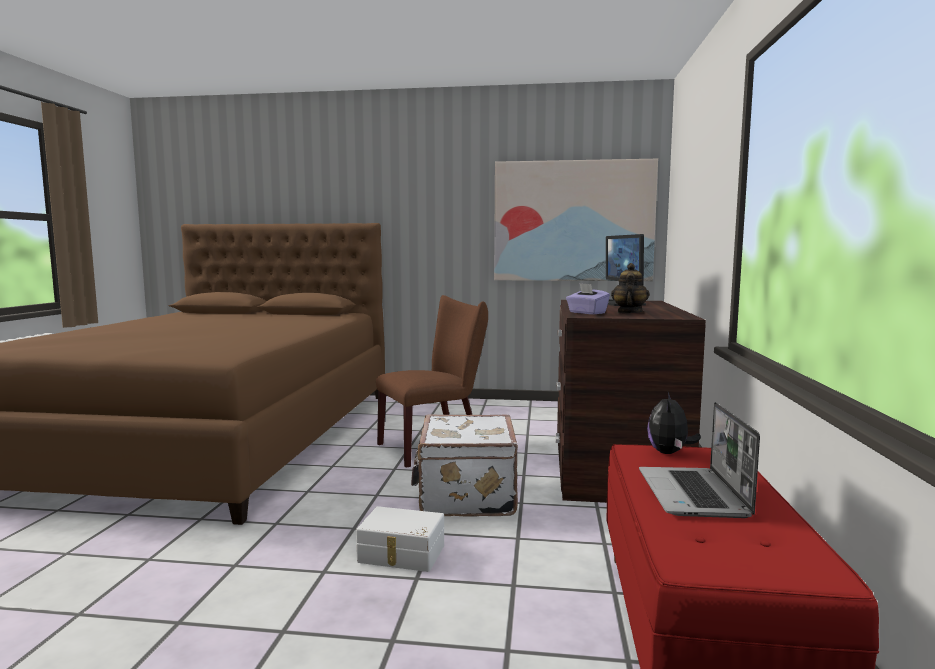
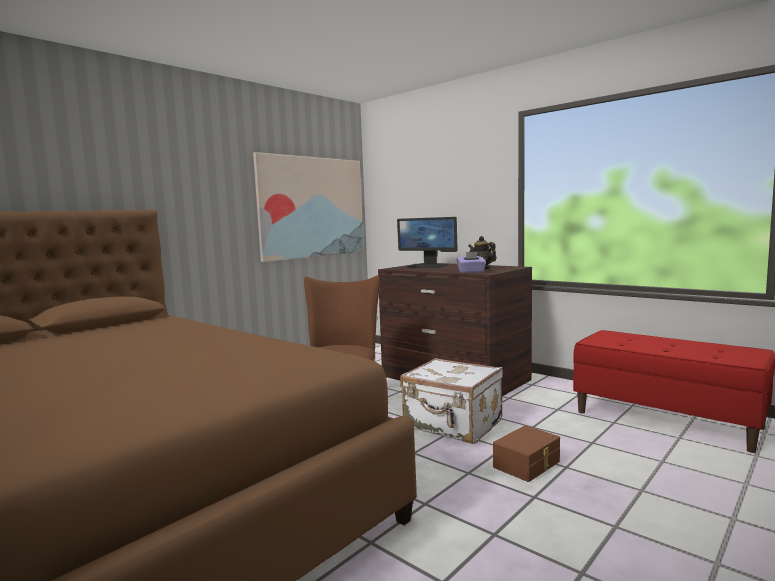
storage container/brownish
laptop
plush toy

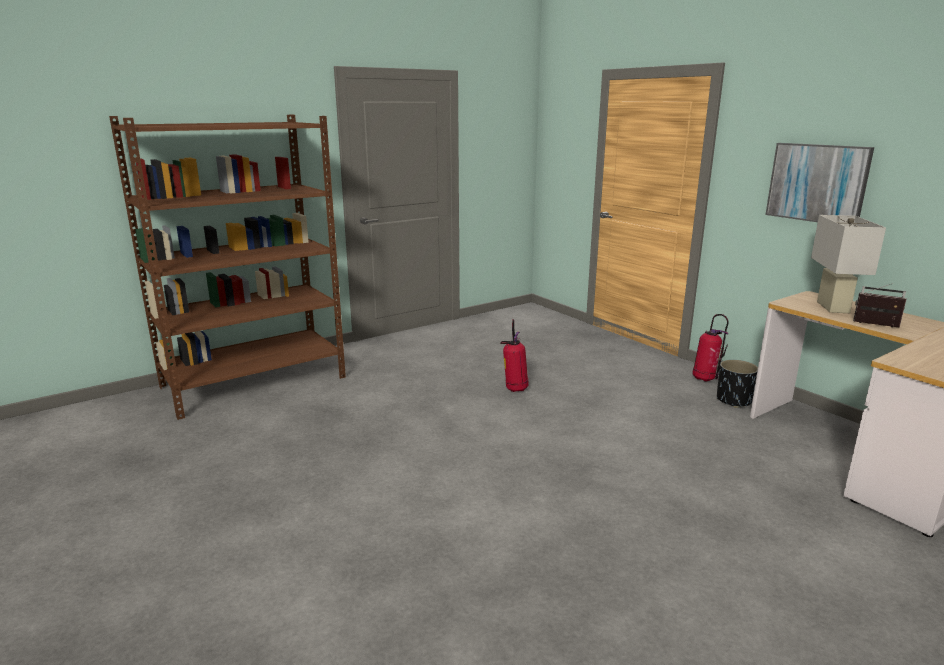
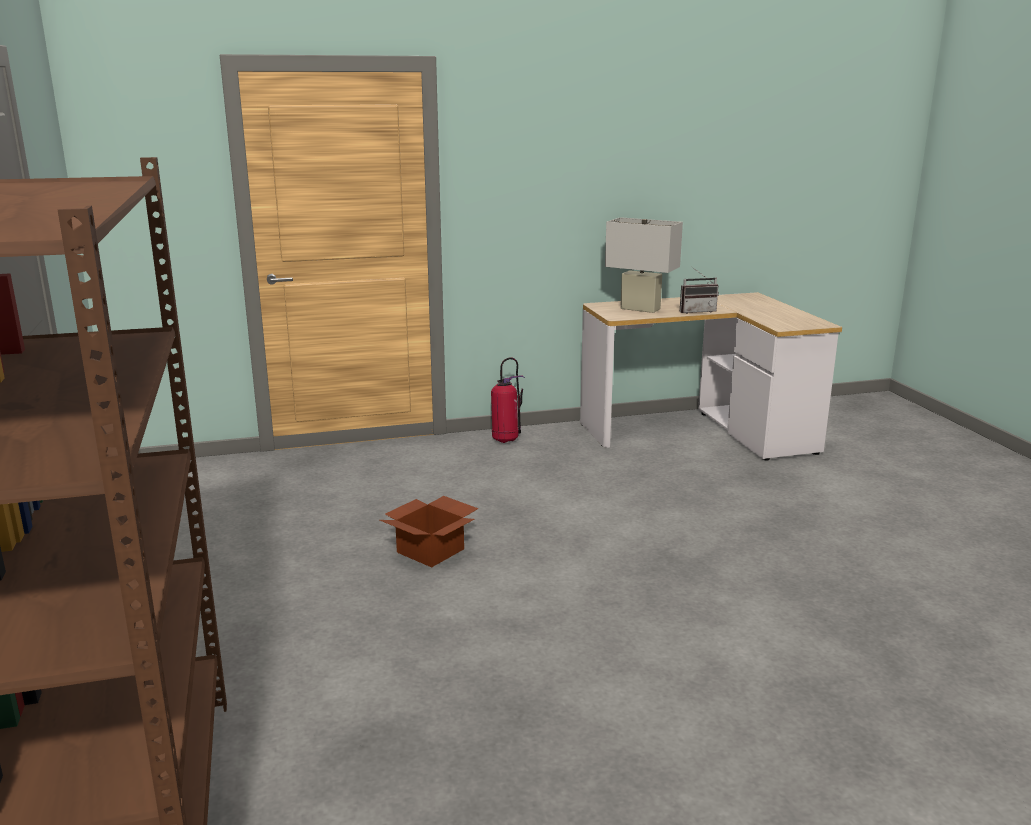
packing box
flower pot/blackish
picture
radio

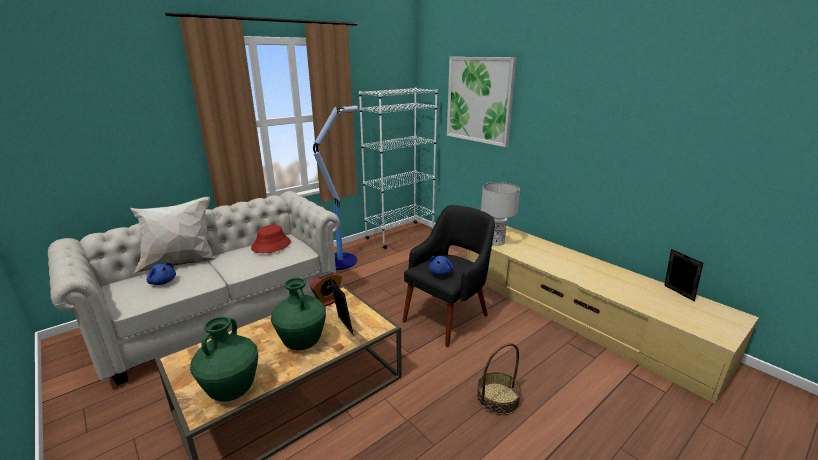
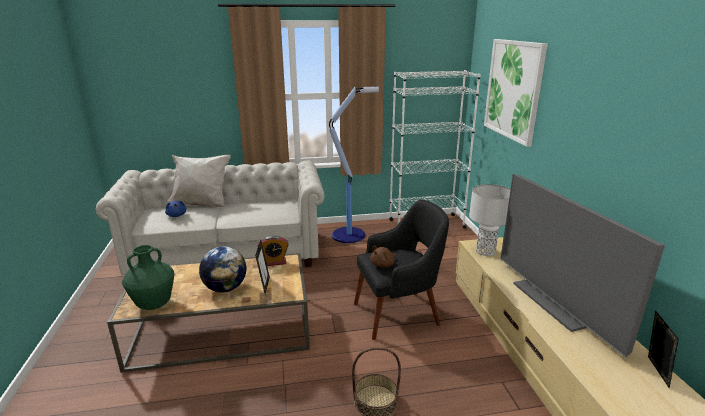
hat/red
globe
plush toy/brownish
television

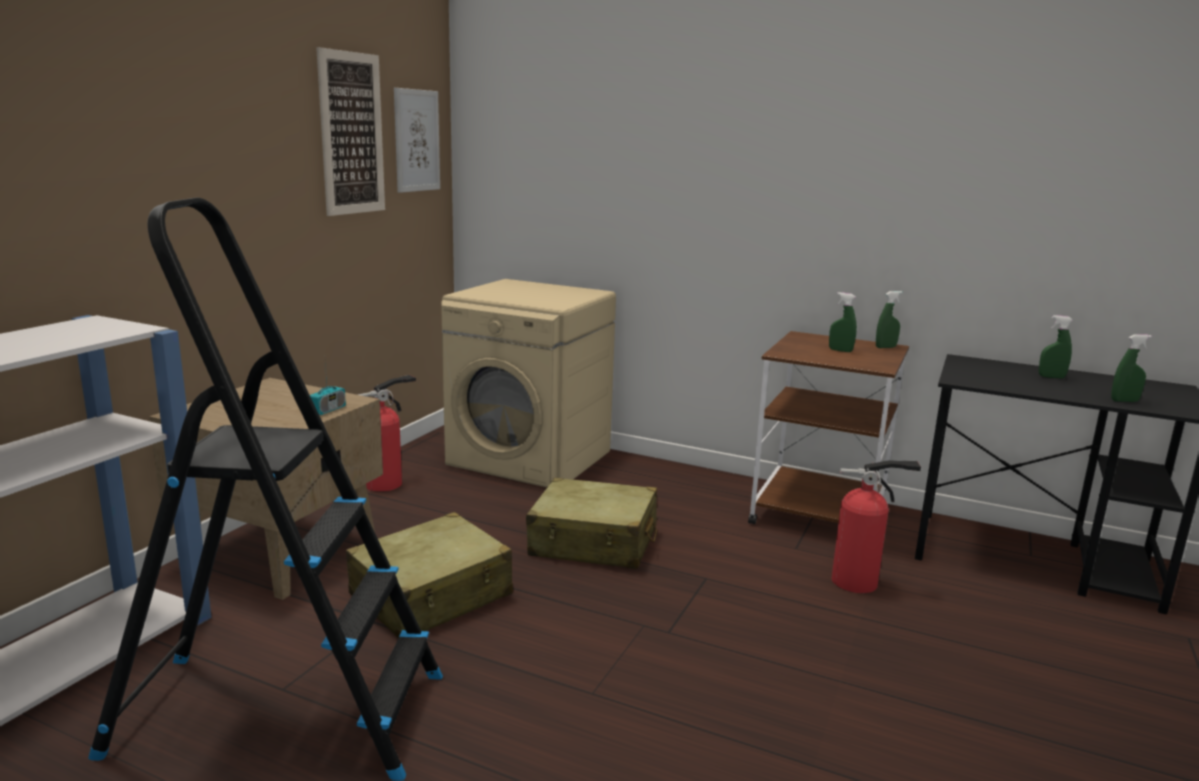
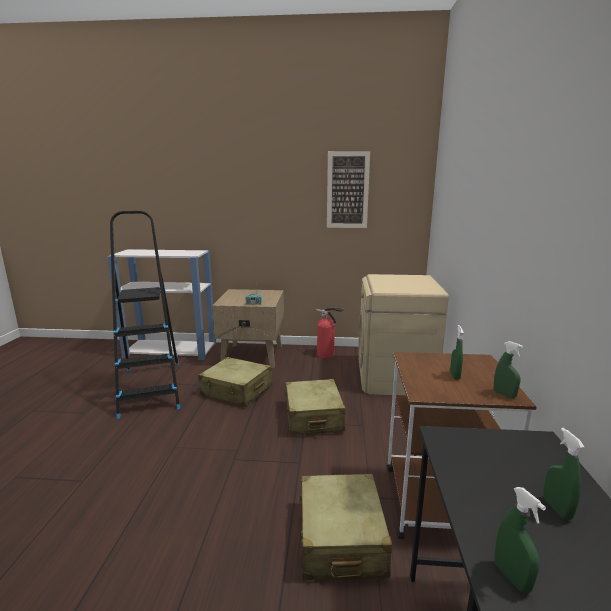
picture (2nd from left in the first image)
piece of luggage/beige-coloured (3rd from left)

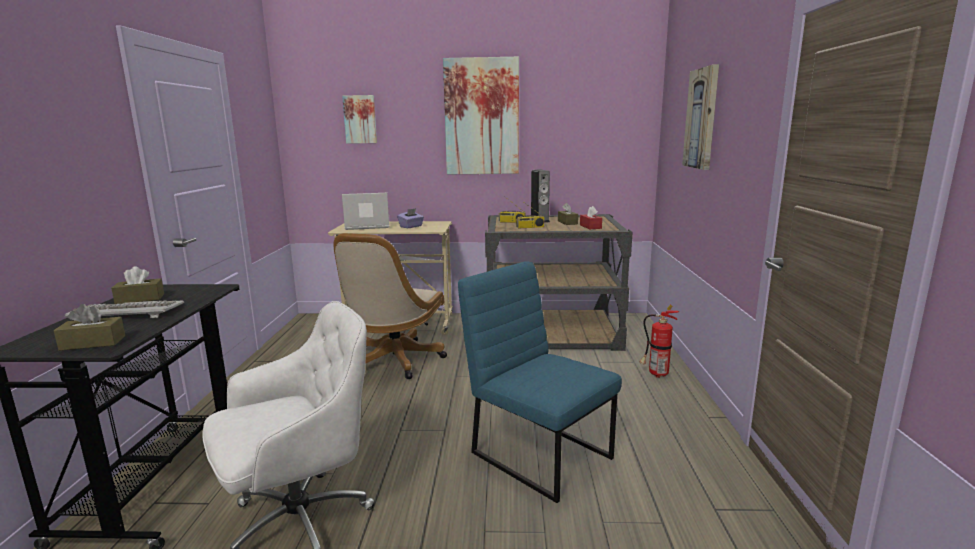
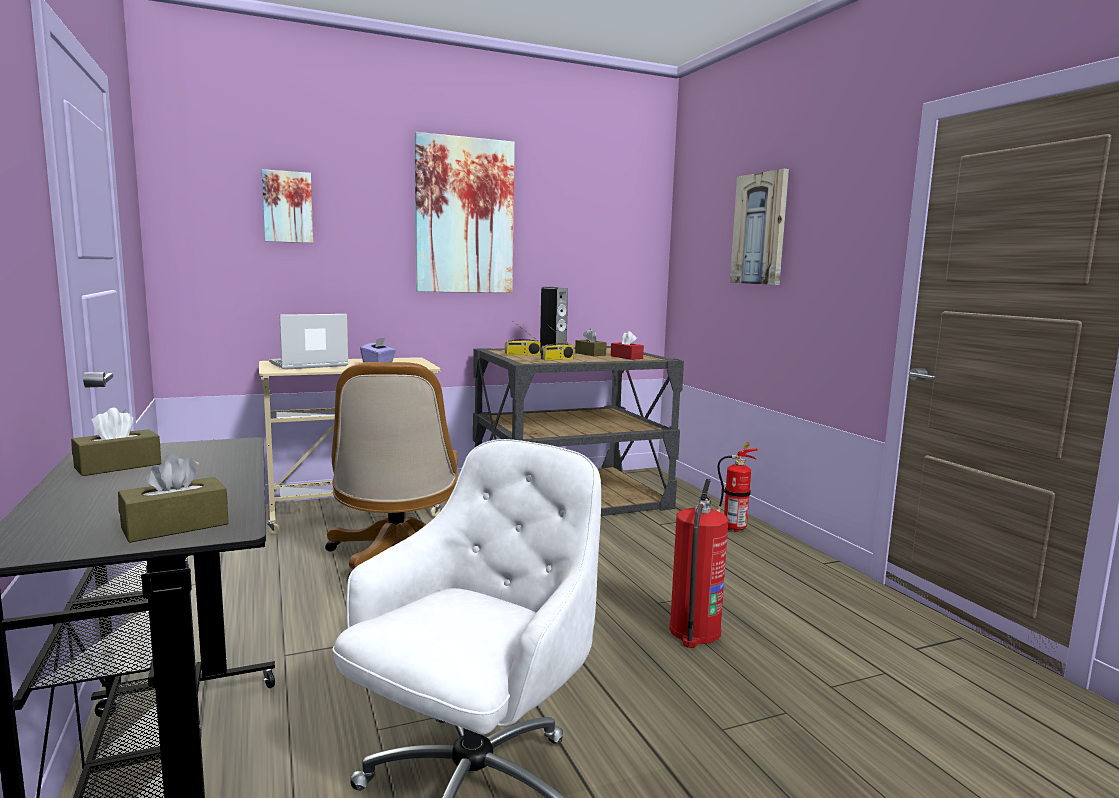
computer keyboard
fire-fighting cylinder (1st from left)

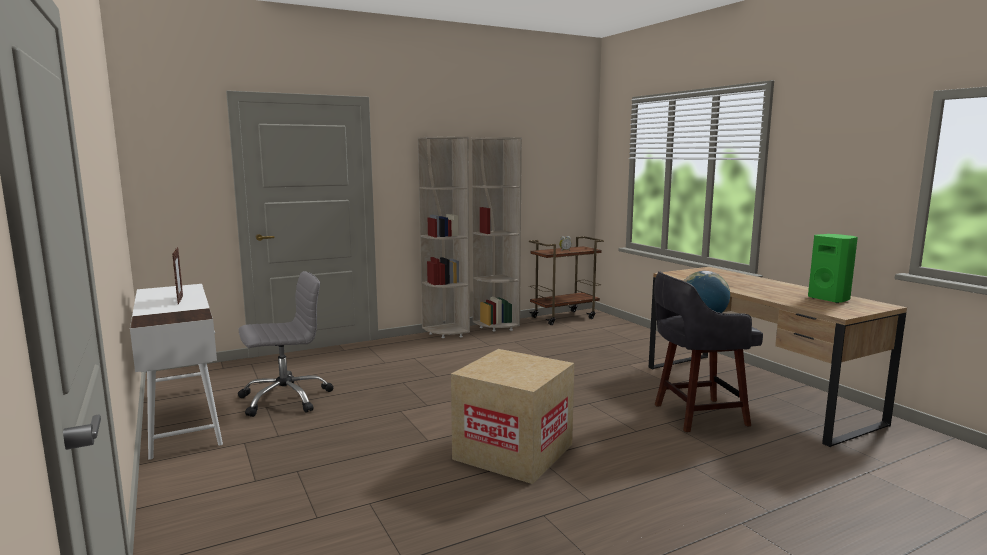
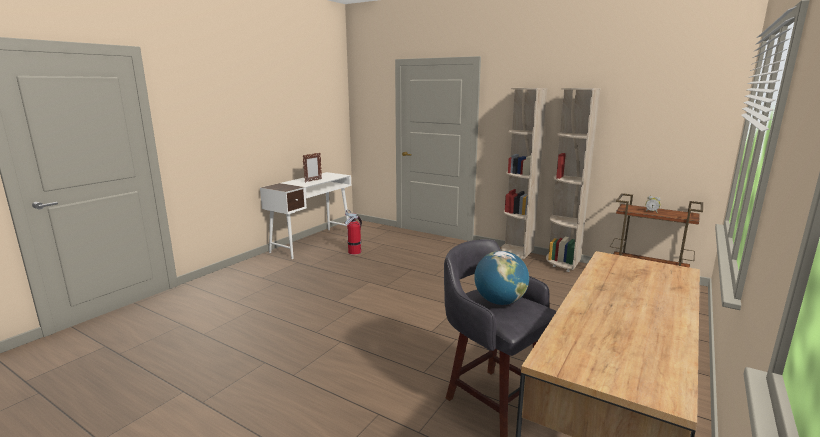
fire-fighting cylinder
packing box
audio speaker/green-coloured

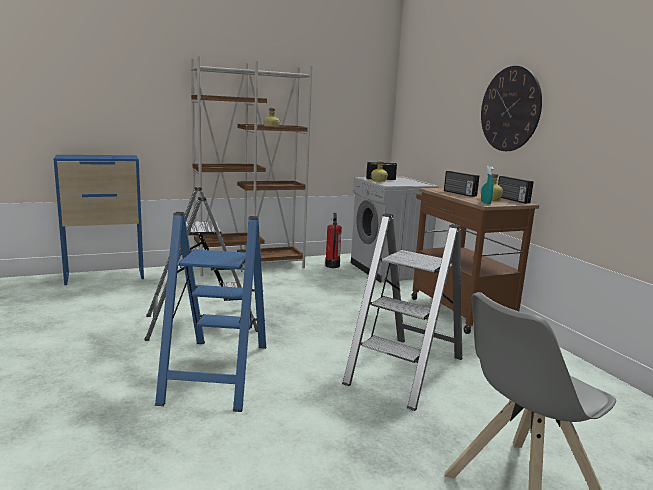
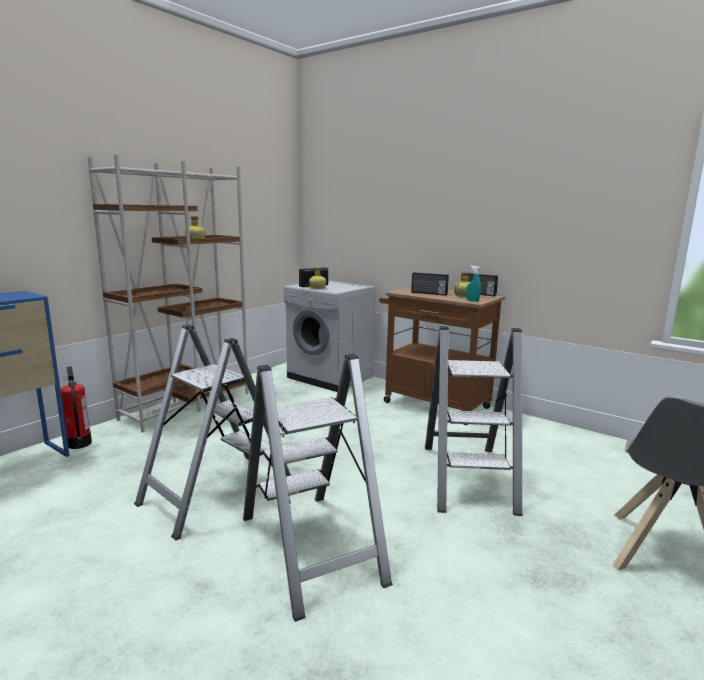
step ladder/grey (2nd from left)
fire-fighting cylinder
hanging clock

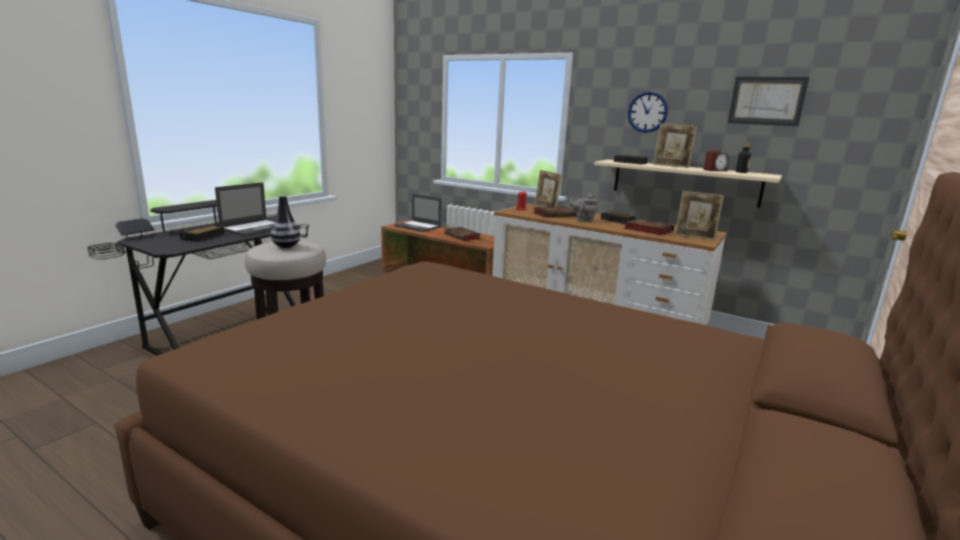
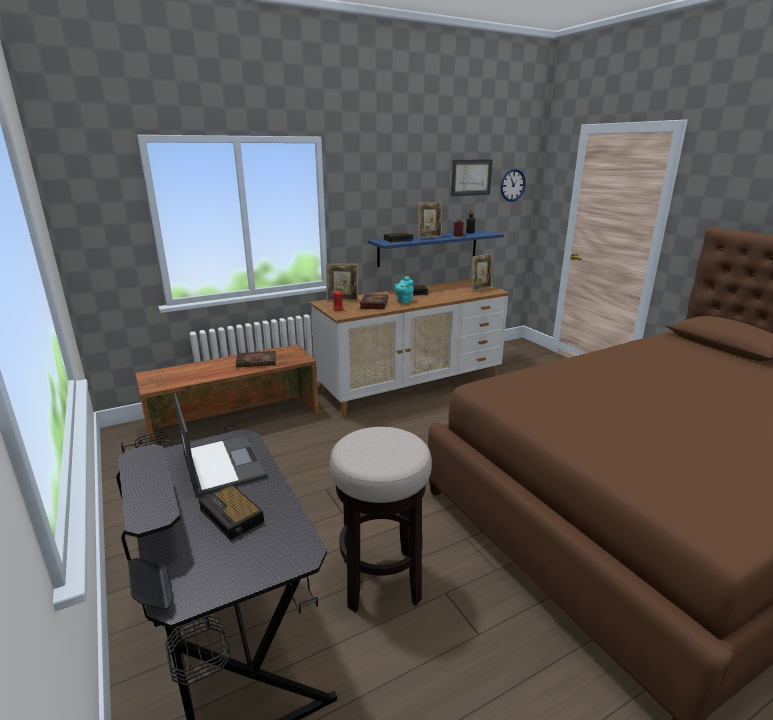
flower vase
laptop (2nd from left in the first image)
tea pot/blue-green
wall shelf/blue-coloured
bound book (3rd from left in the first image)
hanging clock

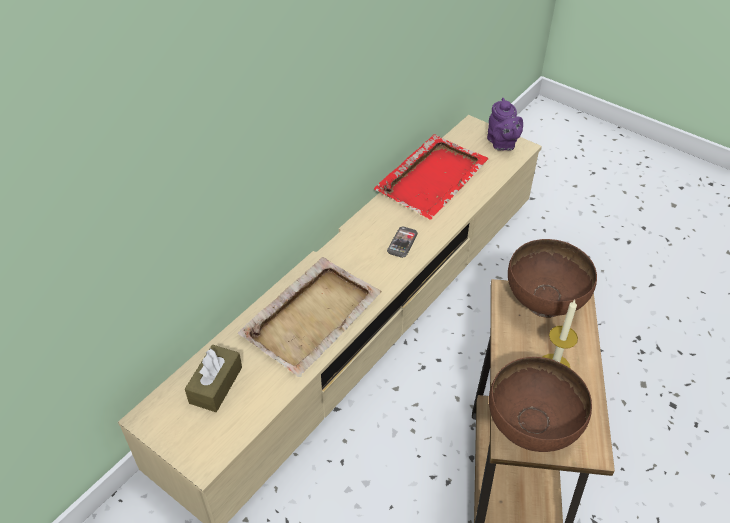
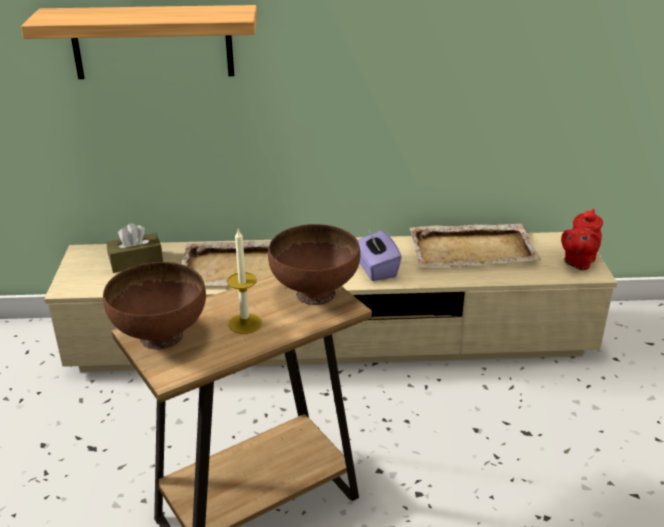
serving tray/beige-coloured (2nd from left)
box of tissues/purple
tea pot/red
wall shelf

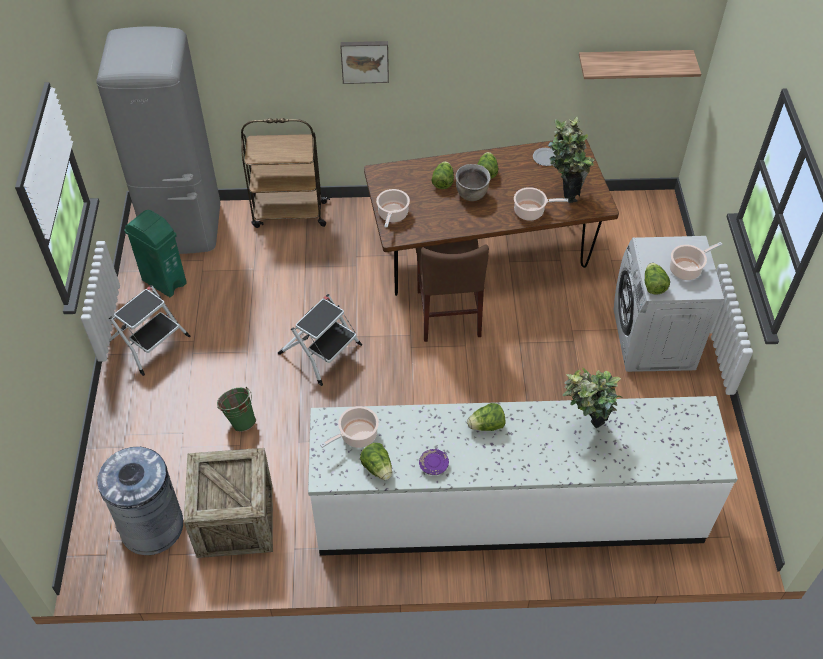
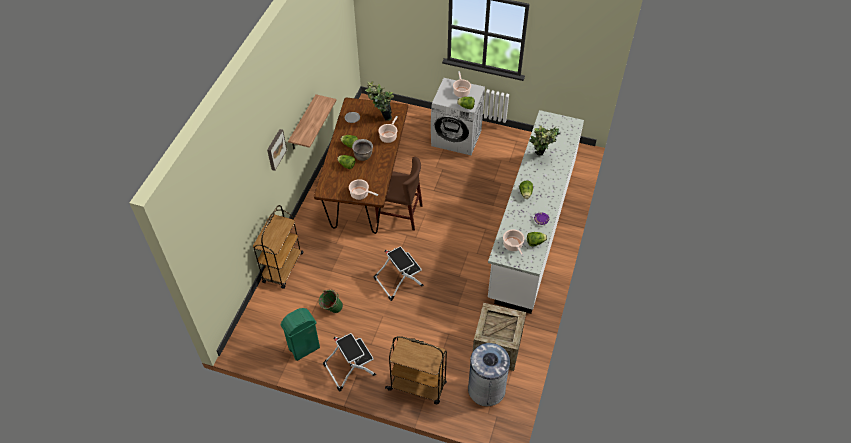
fridge/grey
water bucket/green-coloured
wall shelf
wheeled cart/brownish (2nd from left)

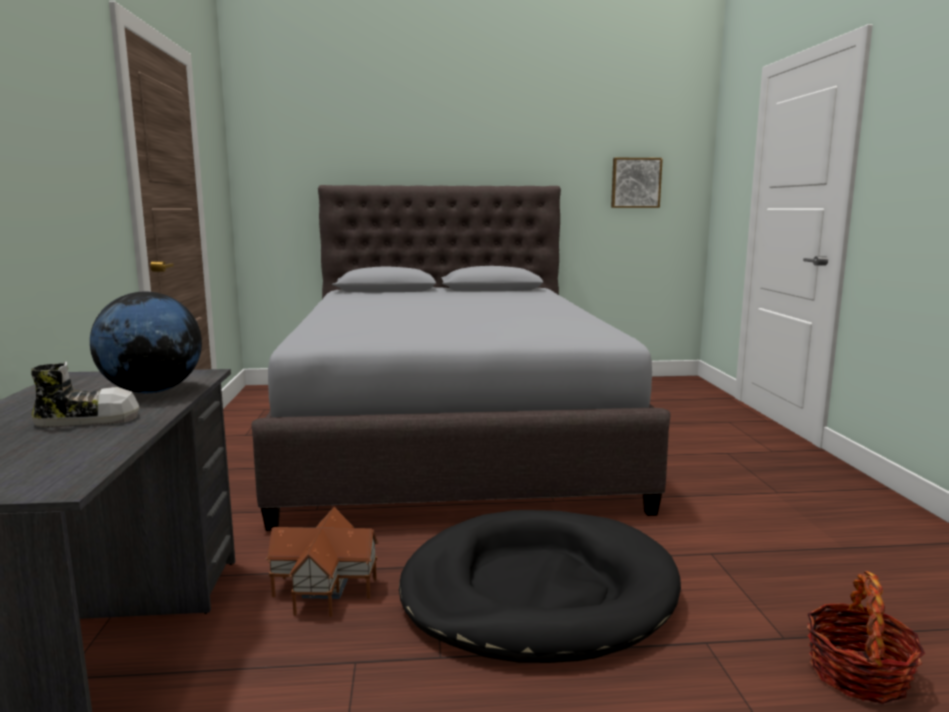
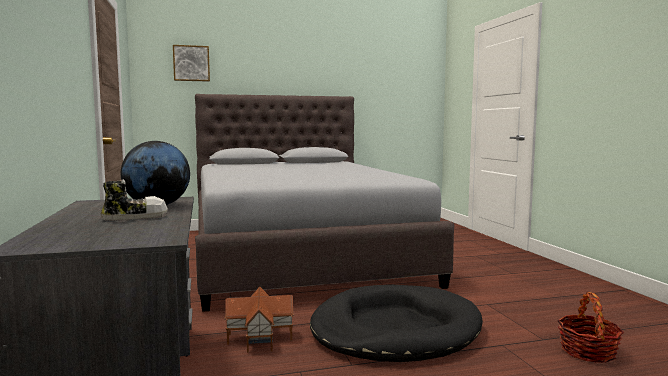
picture

